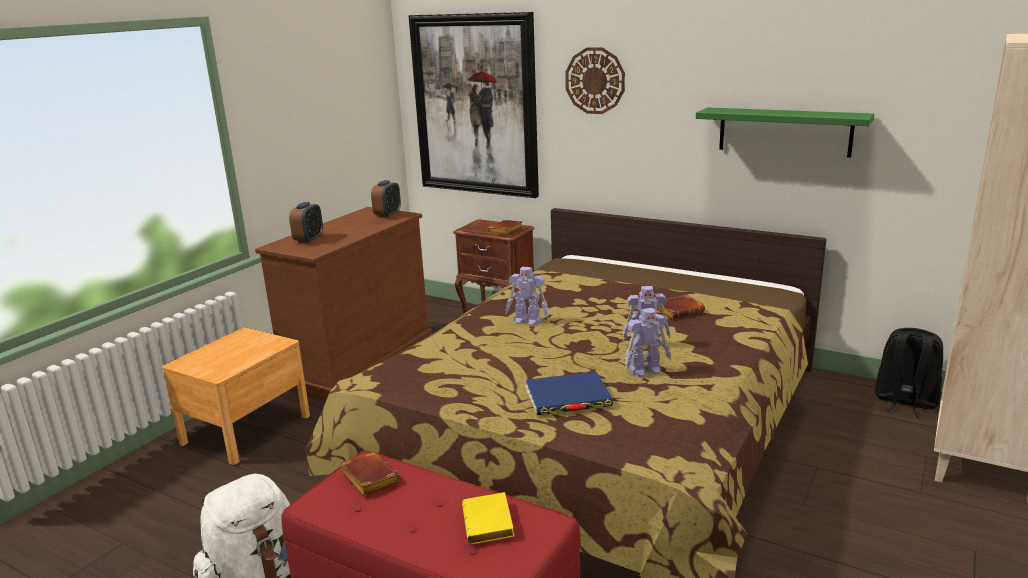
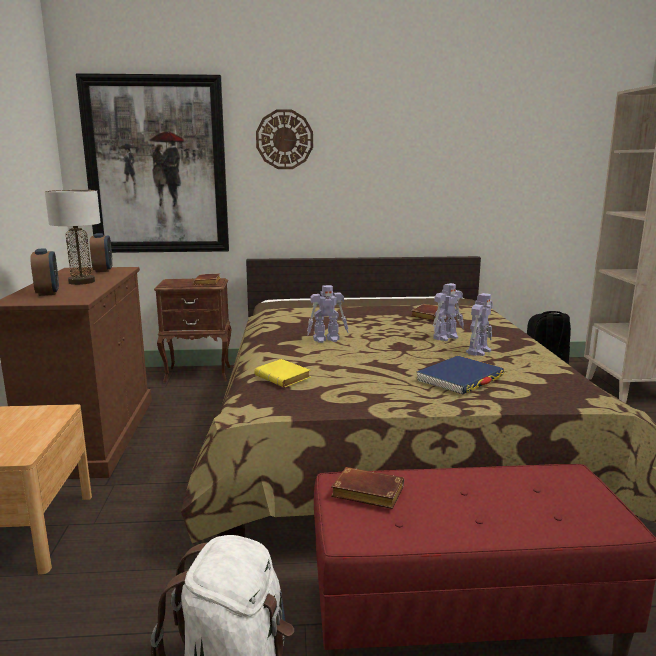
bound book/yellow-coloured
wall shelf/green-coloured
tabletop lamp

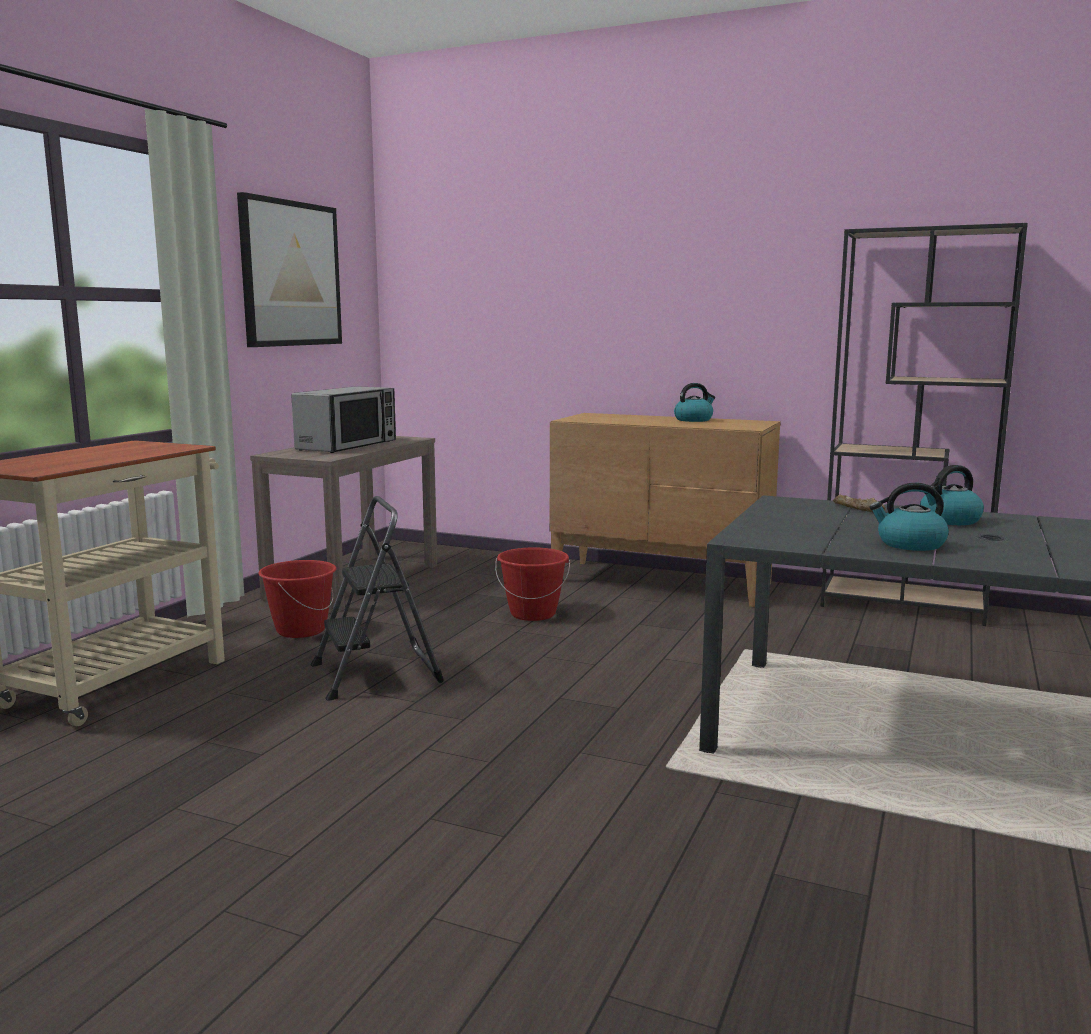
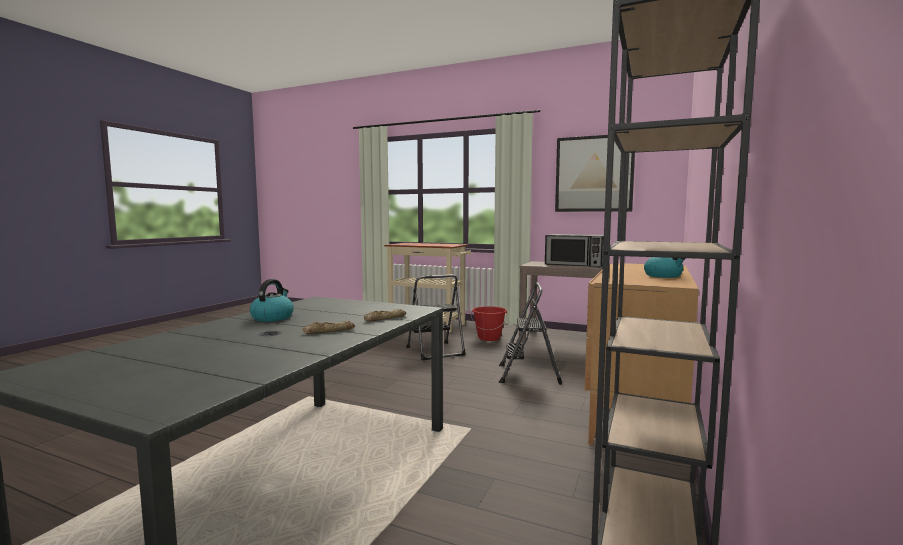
step ladder/blackish (2nd from left)
bread (1st from left)

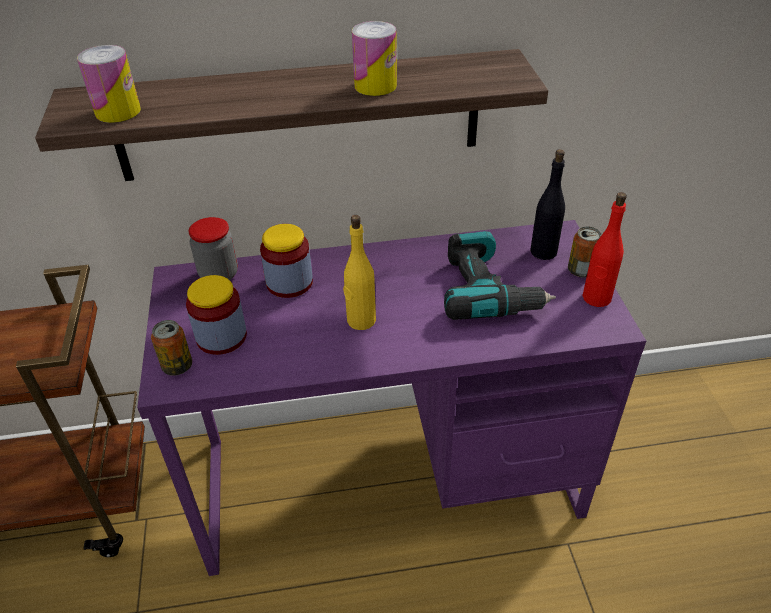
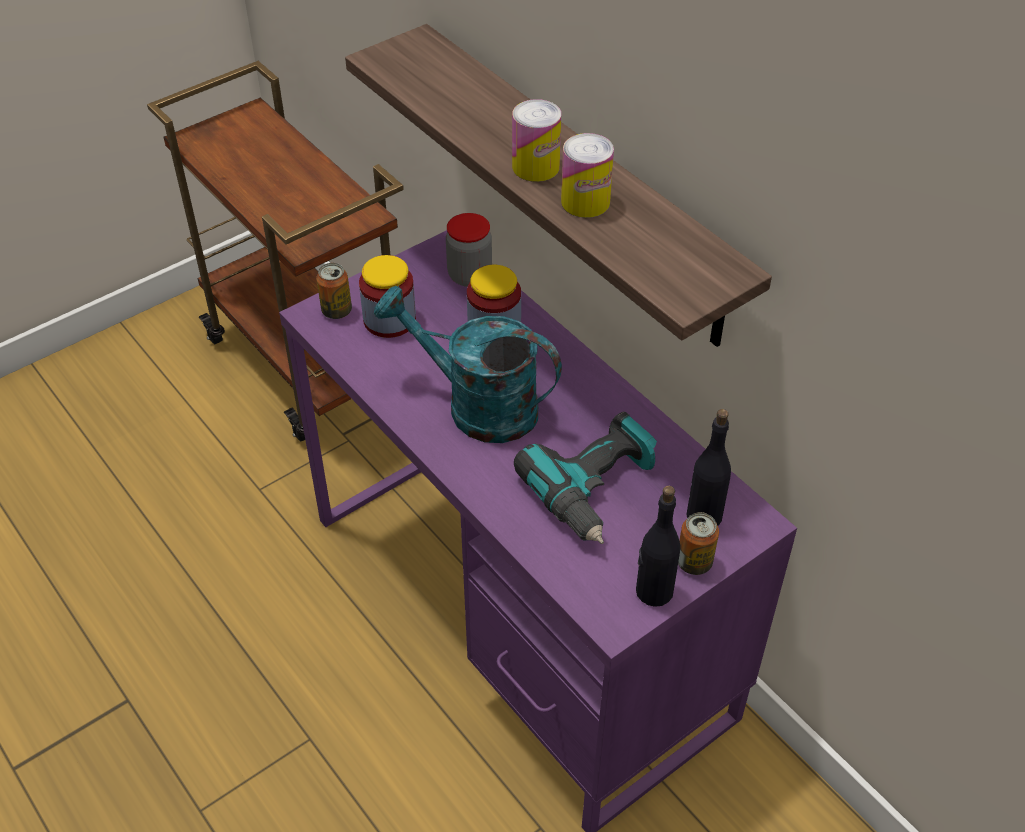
sealed can (2nd from left)
watering pot/blue-green
drink bottle/blackish (1st from left)

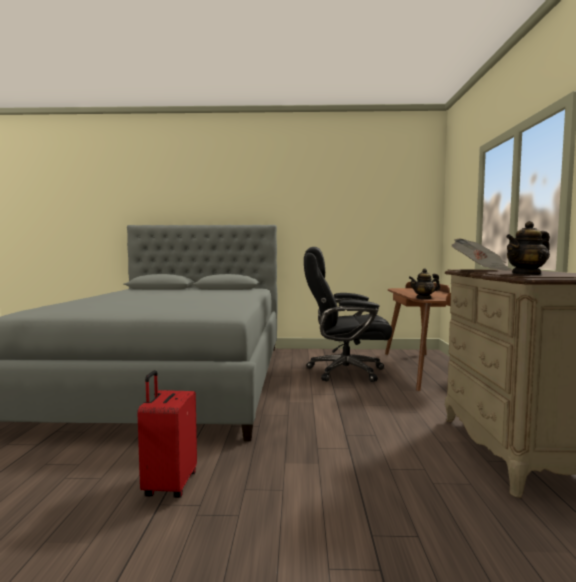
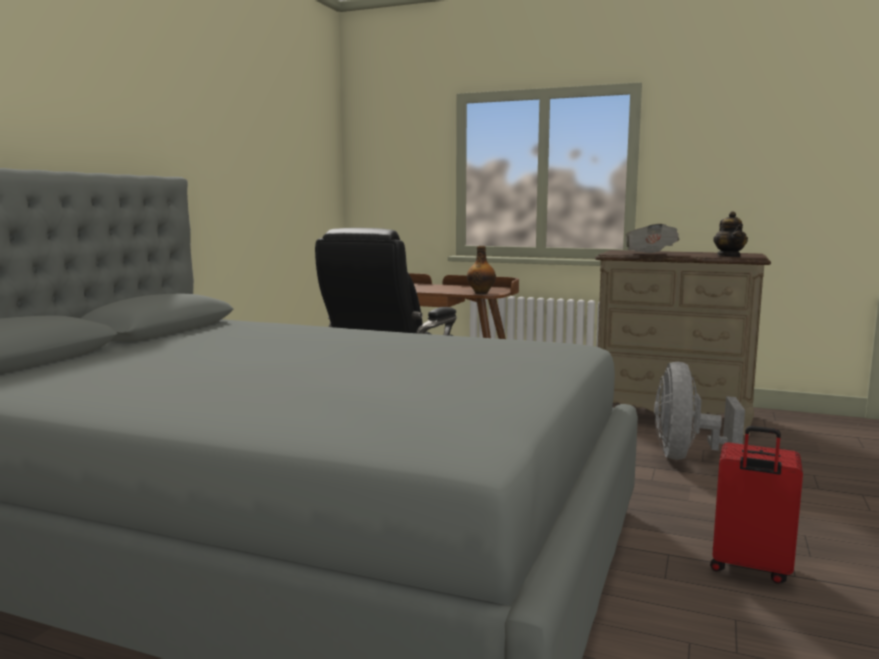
drink bottle
electric fan/grey

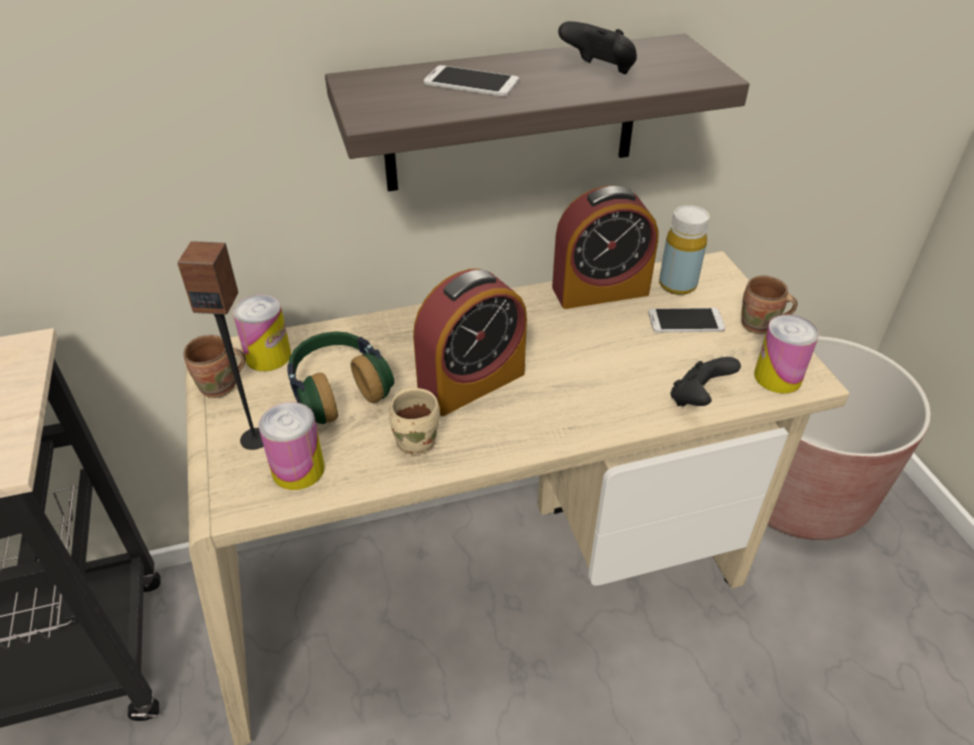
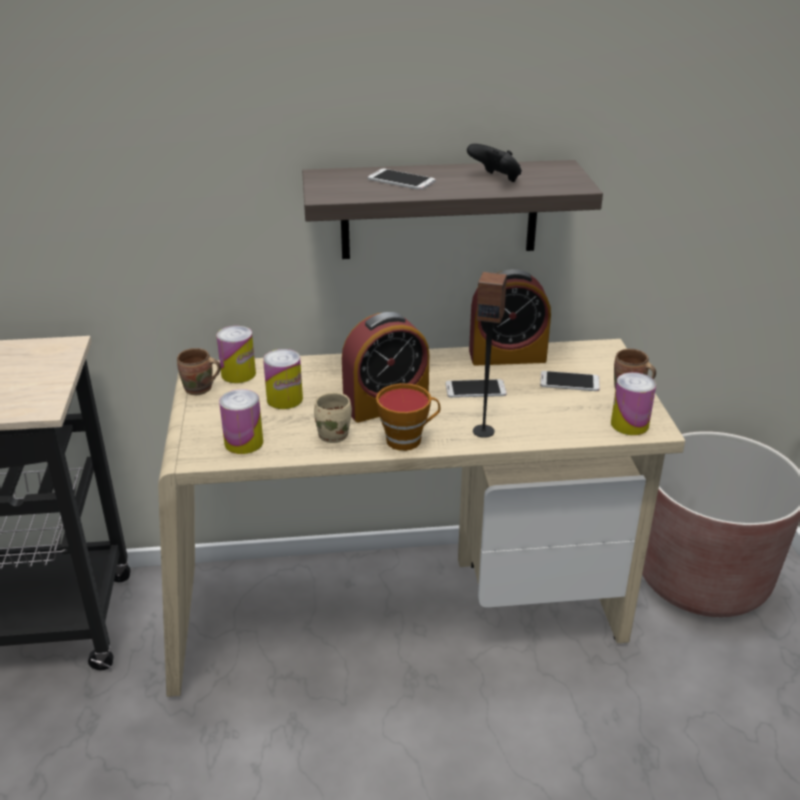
audio speaker
sealed can (3rd from left)
drink bottle/yellow-coloured
joypad/blackish (2nd from left in the first image)
drinking cup
phone (2nd from left)

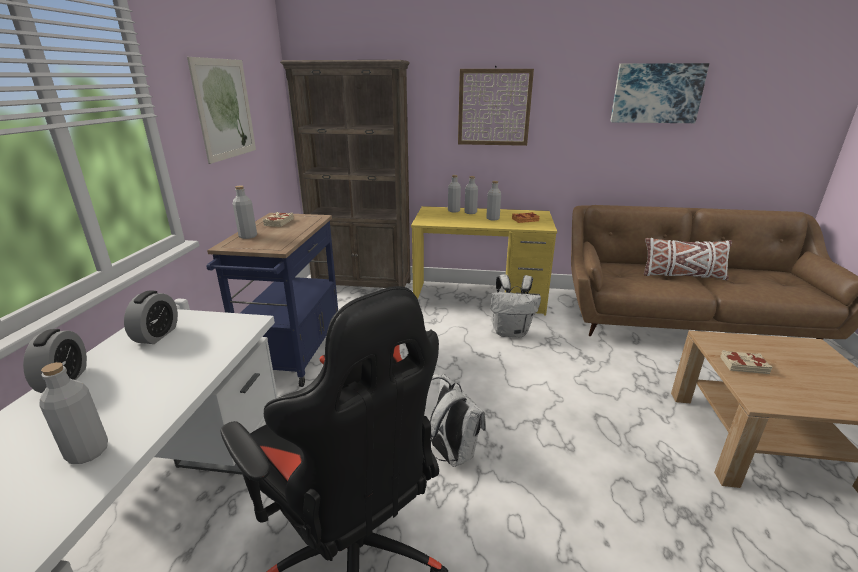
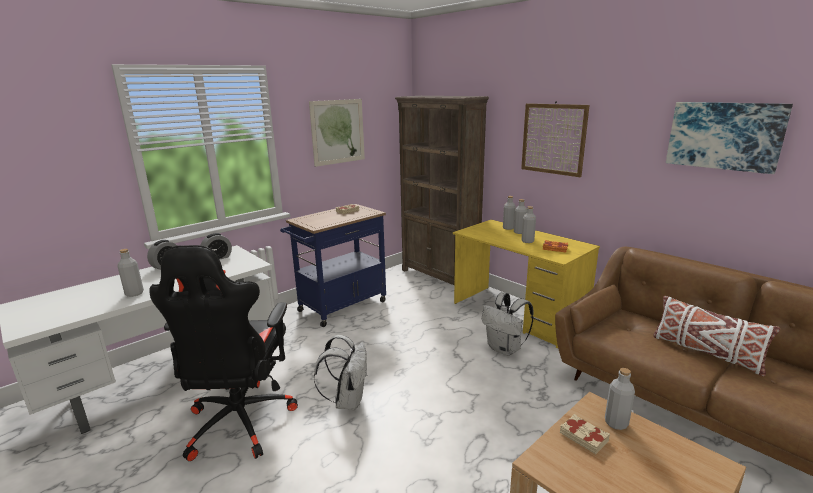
drink bottle/grey (5th from left)

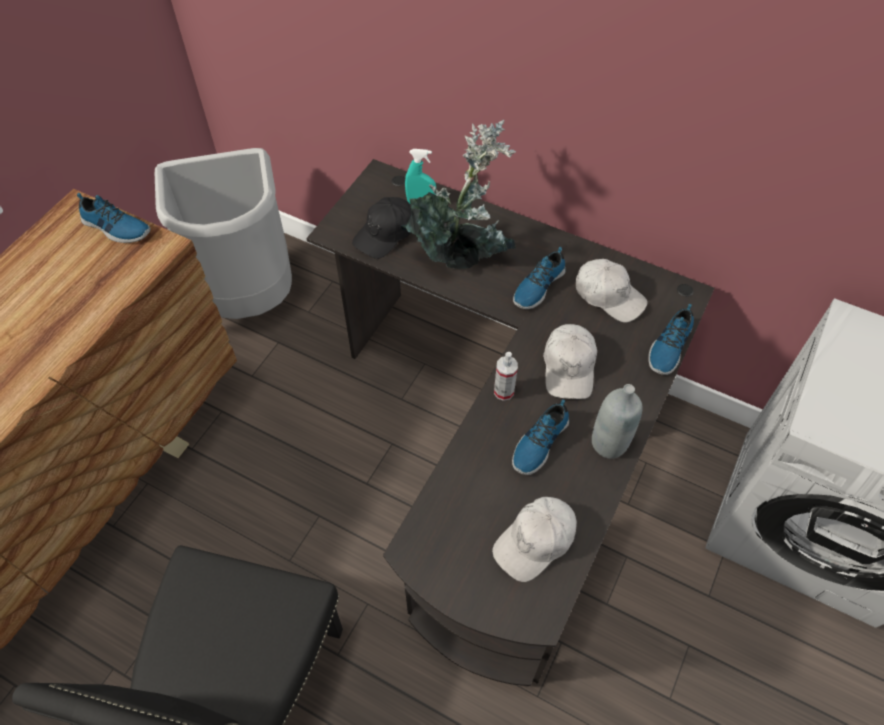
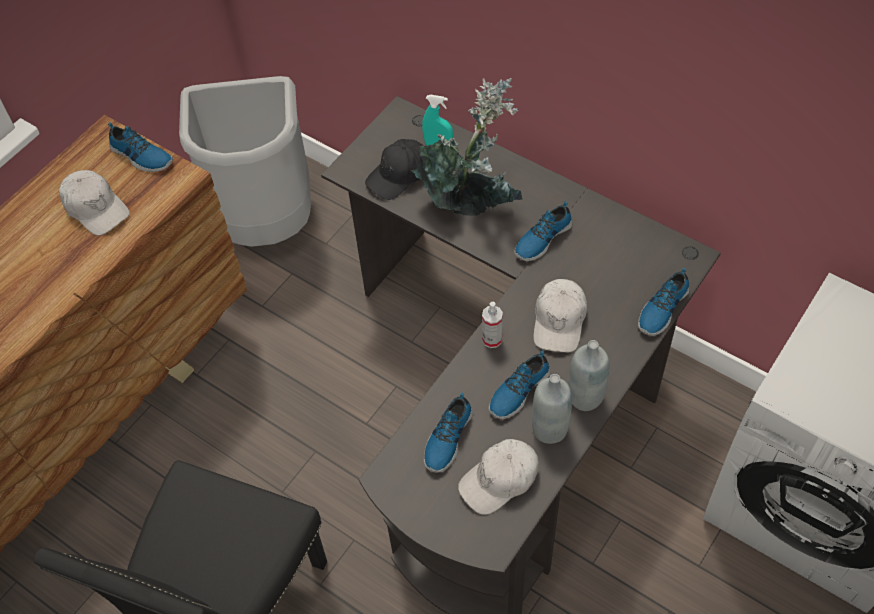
baseball cap/white (1st from left)
item of footwear (2nd from left)
drink bottle/grey (1st from left)

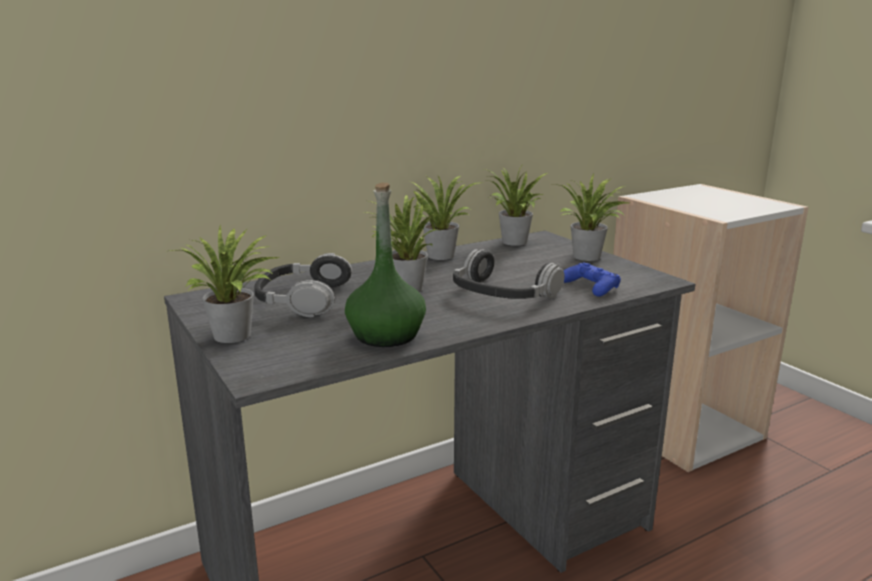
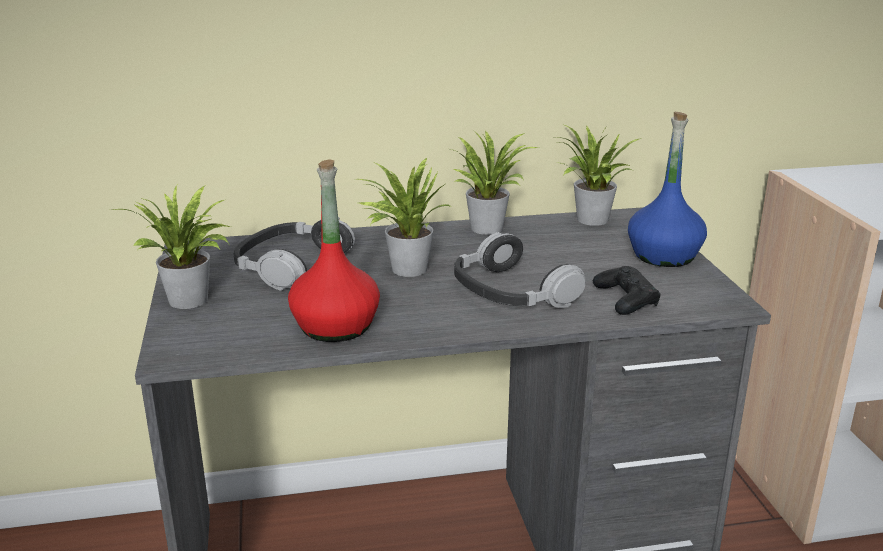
drink bottle/red
drink bottle/blue-coloured
joypad/blackish

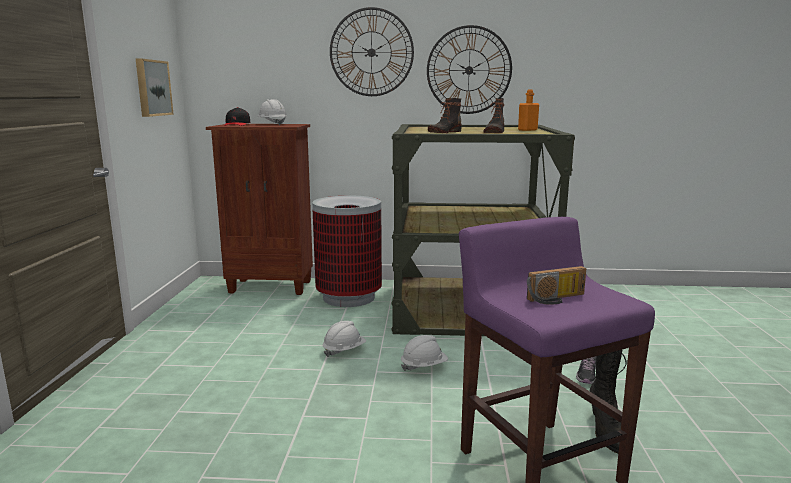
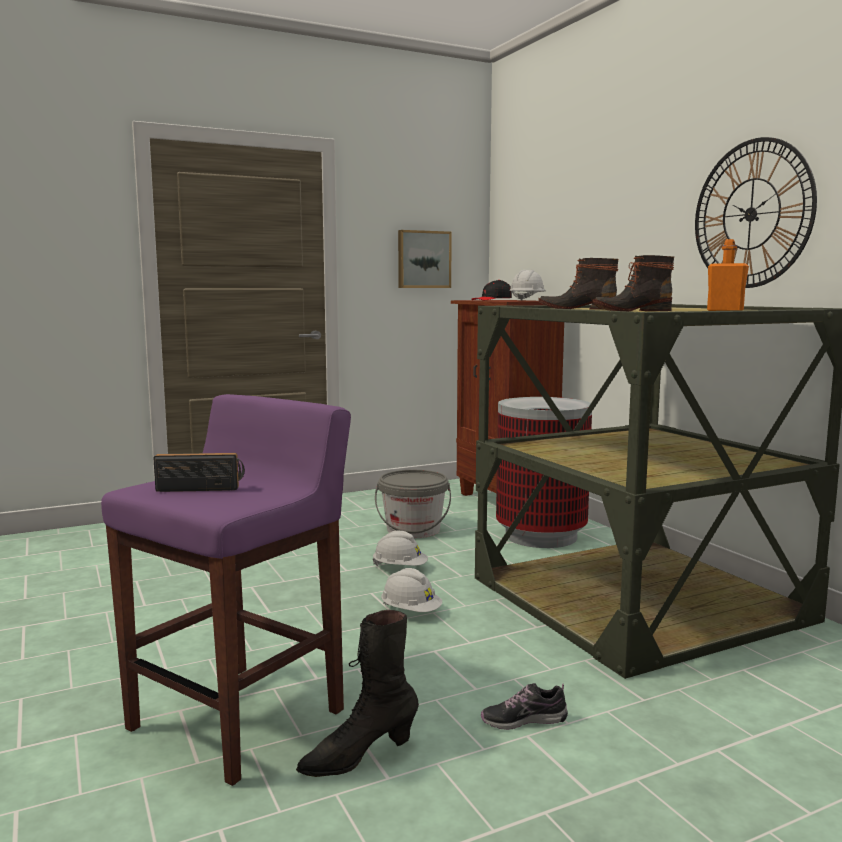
hanging clock (1st from left in the first image)
radio
water bucket/grey

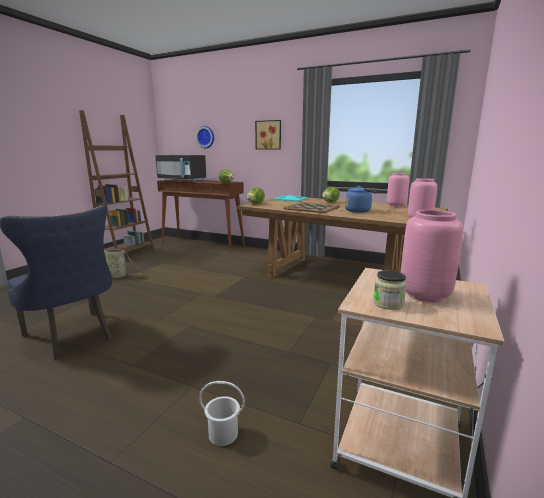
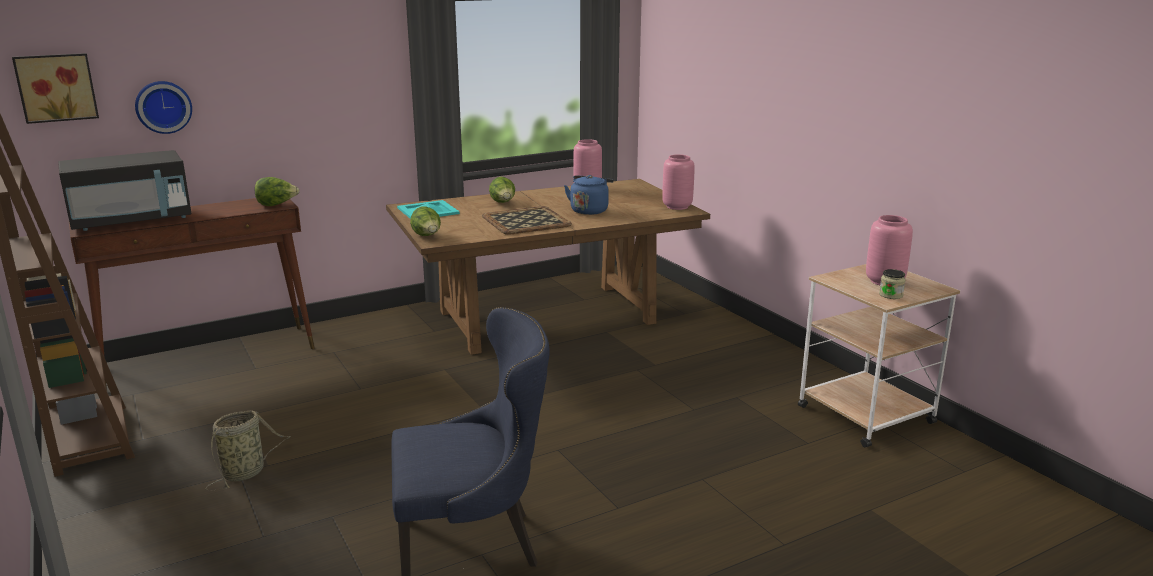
water bucket/white
picture

